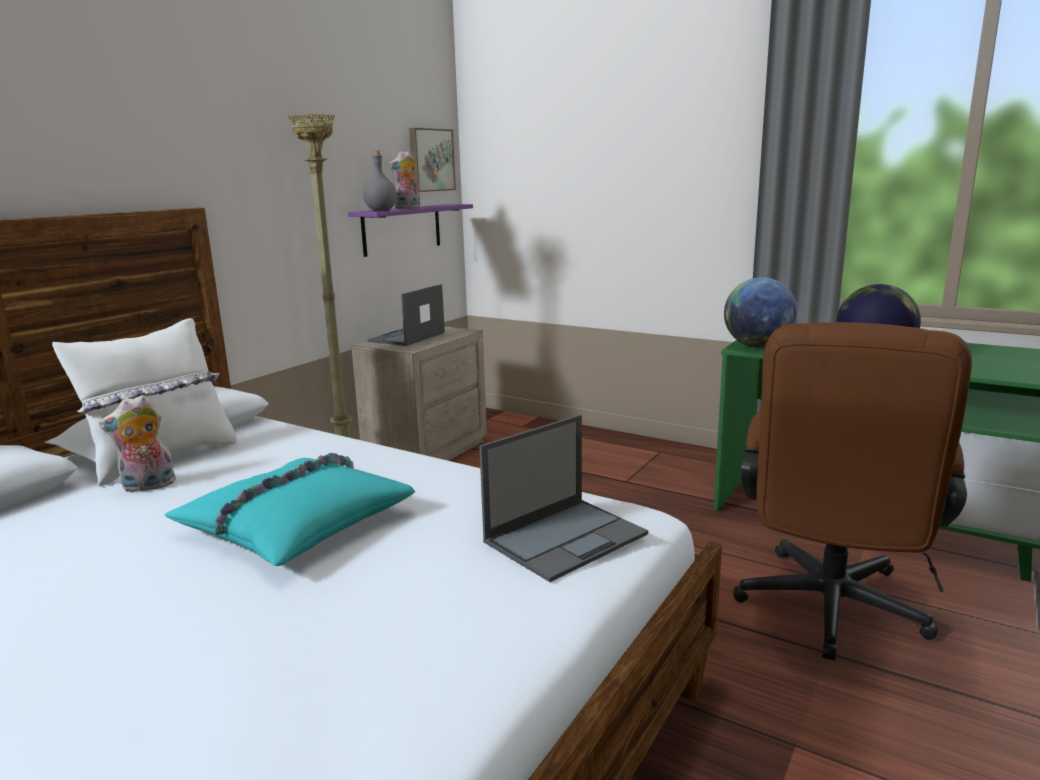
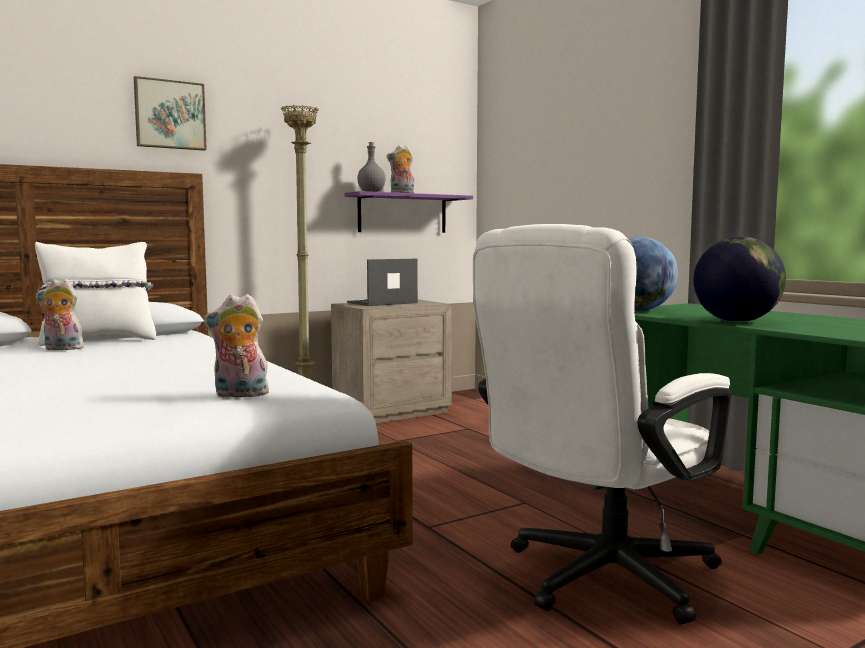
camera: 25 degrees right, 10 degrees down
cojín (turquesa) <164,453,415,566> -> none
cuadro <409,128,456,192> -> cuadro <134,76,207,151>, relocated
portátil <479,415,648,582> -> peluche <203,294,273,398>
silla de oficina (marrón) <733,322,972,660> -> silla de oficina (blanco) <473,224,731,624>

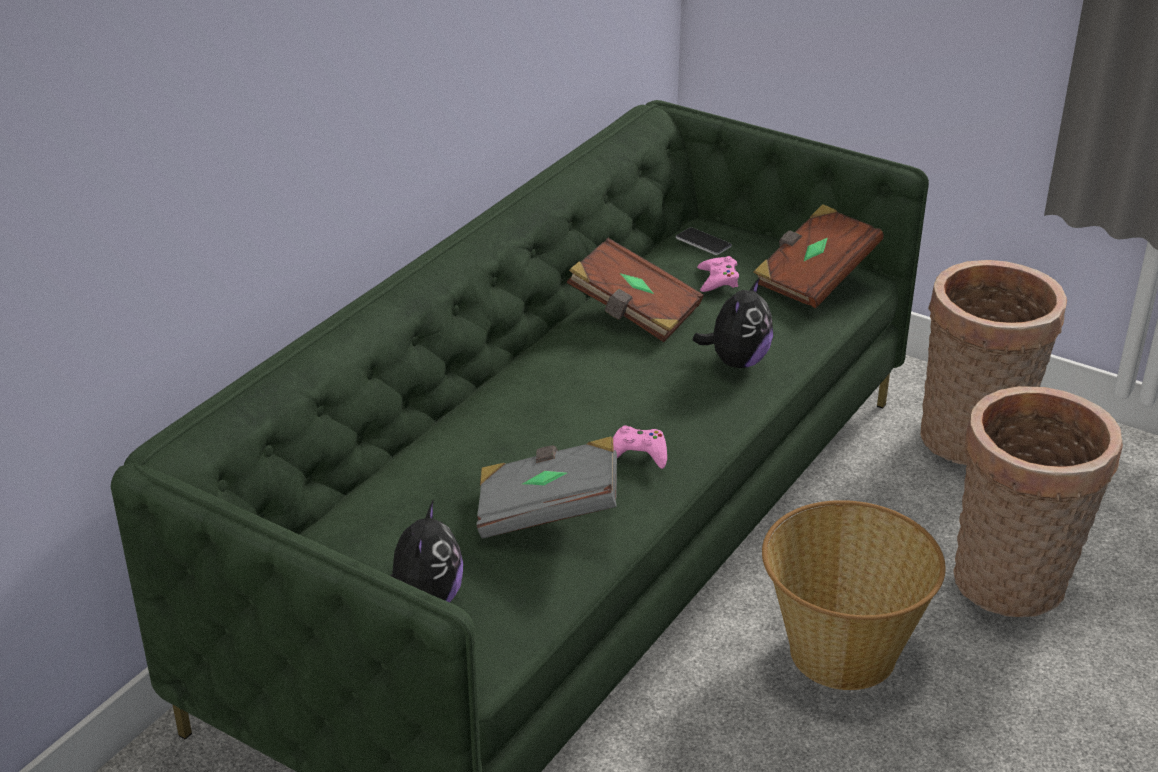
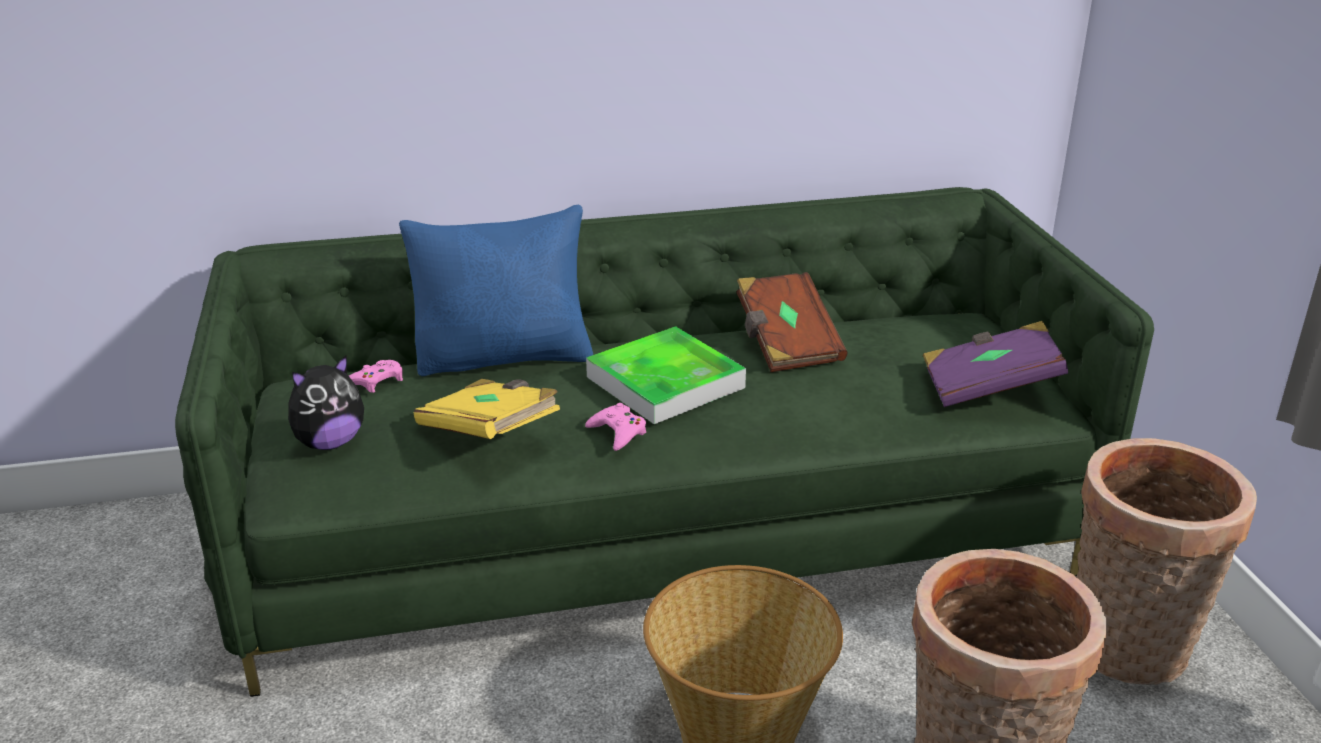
camera: 45 degrees right, 5 degrees down
móvil <676,228,732,255> -> none
peluche <692,277,773,368> -> none
none -> cojín (azul) <399,204,593,376>
none -> bandeja <586,326,746,424>
mando de consola (rosa) <697,256,739,292> -> mando de consola (rosa) <349,360,403,393>, relocated
libro (gris) <477,436,617,539> -> libro (amarillo) <414,379,560,439>
libro (marrón) <753,204,884,308> -> libro (morado) <923,321,1068,407>

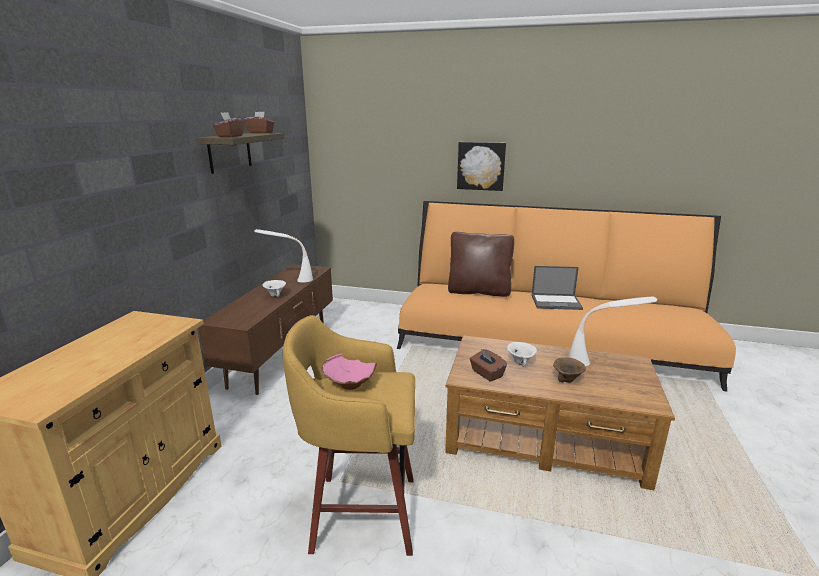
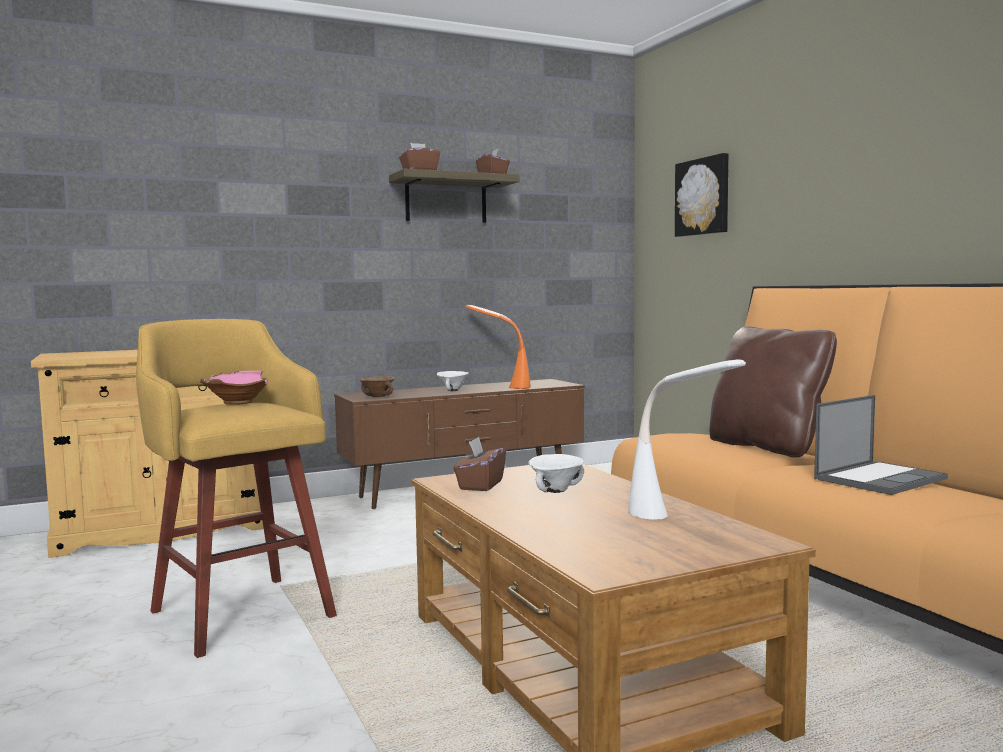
camera: 50 degrees right, 15 degrees down
cuadro <457,142,506,191> -> cuadro <675,153,729,237>, relocated
cuenco (marrón) <553,357,586,383> -> cuenco (marrón) <360,376,395,397>, relocated
lámpara de mesa (blanco) <254,229,313,282> -> lámpara de mesa (naranja) <465,305,531,389>
portátil <532,266,583,310> -> portátil <814,395,948,495>, 90 degrees counterclockwise

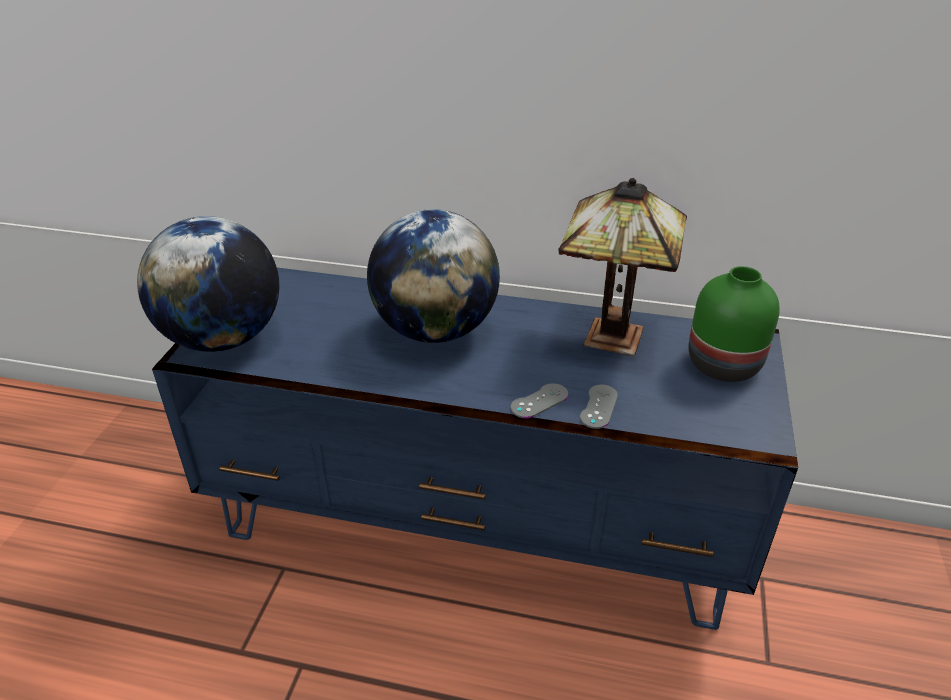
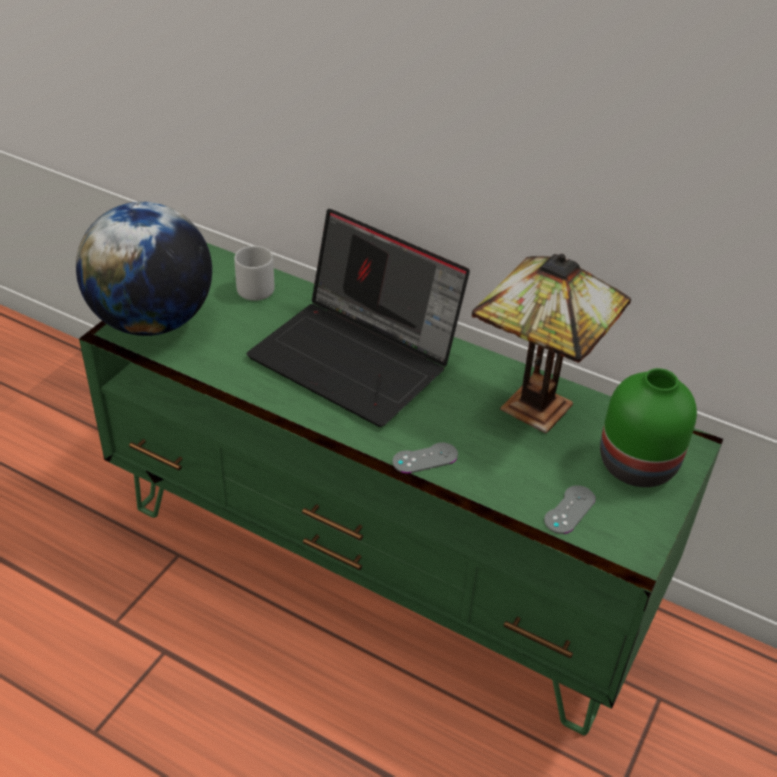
camera: 15 degrees right, 5 degrees up
none -> taza grande (gris) <234,246,274,301>
mando de consola (gris) <580,385,618,429> -> mando de consola (gris) <544,485,595,534>, relocated
globo terráqueo <367,209,500,343> -> portátil <247,209,470,427>
mueble de televisión (azul) <152,268,798,630> -> mueble de televisión (verde) <79,243,723,736>

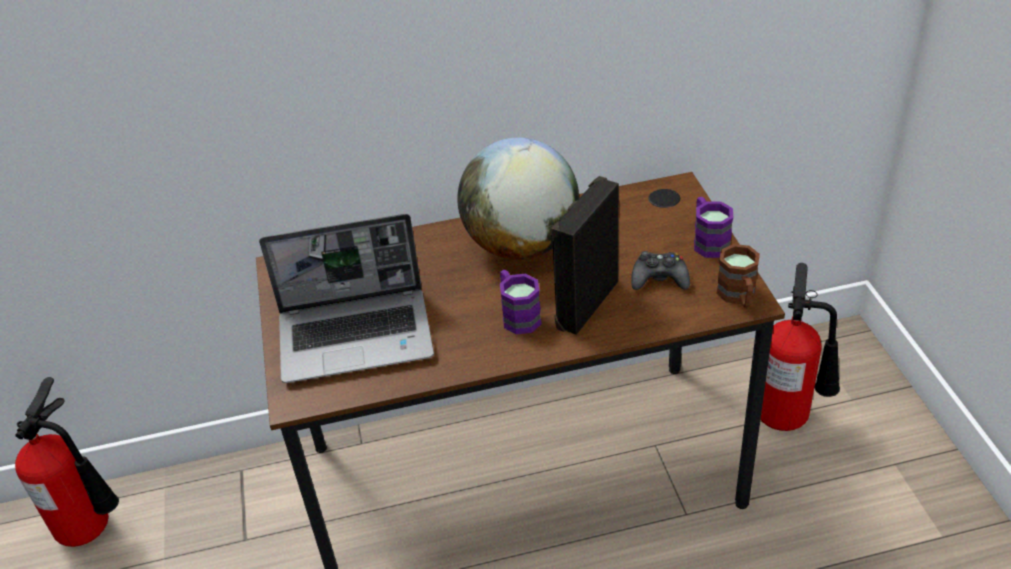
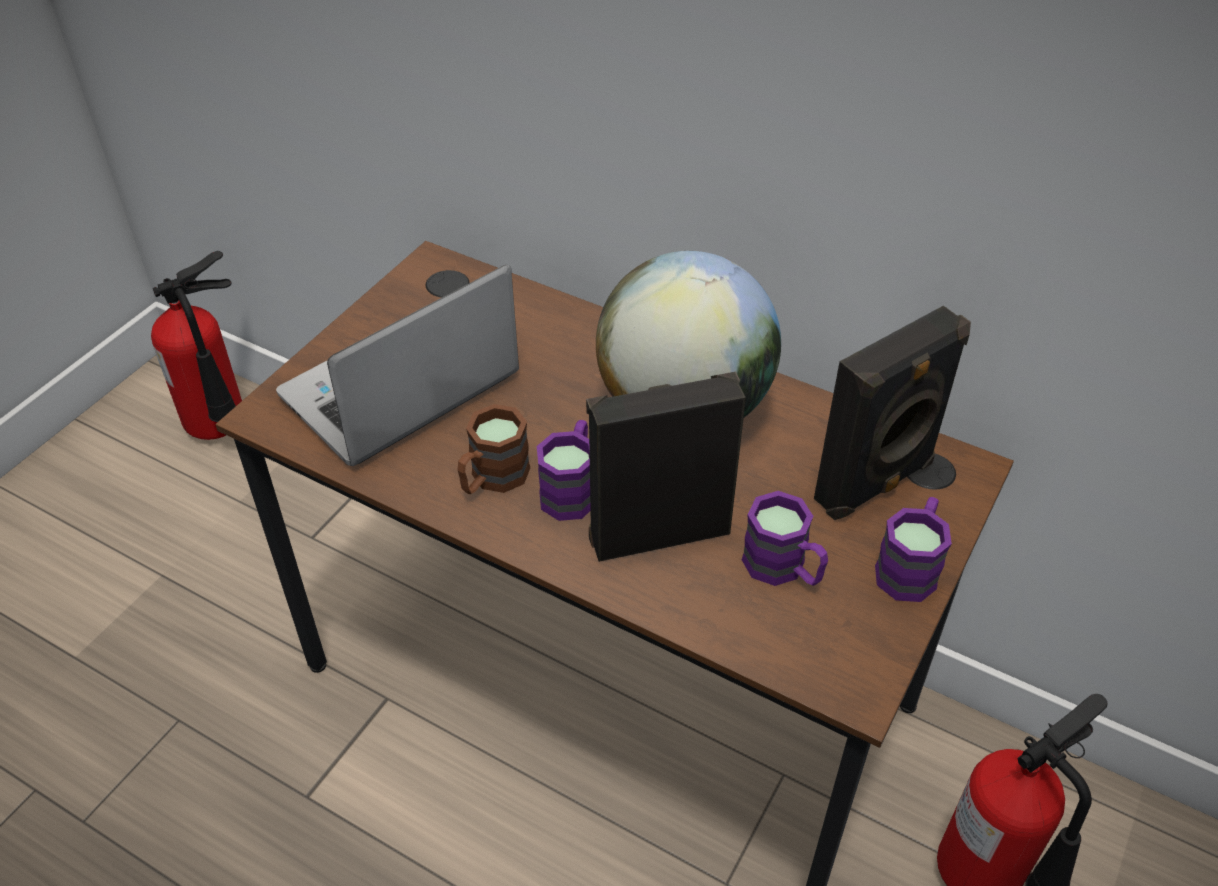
camera: 40 degrees right, 5 degrees up
none -> altavoz (negro) <814,306,971,520>
taza grande (marrón) <716,244,760,308> -> taza grande (marrón) <458,404,530,494>, relocated
mando de consola (negro) <631,251,690,290> -> taza grande (morado) <742,491,828,586>
portátil <259,214,434,383> -> portátil <276,265,519,466>, 105 degrees clockwise

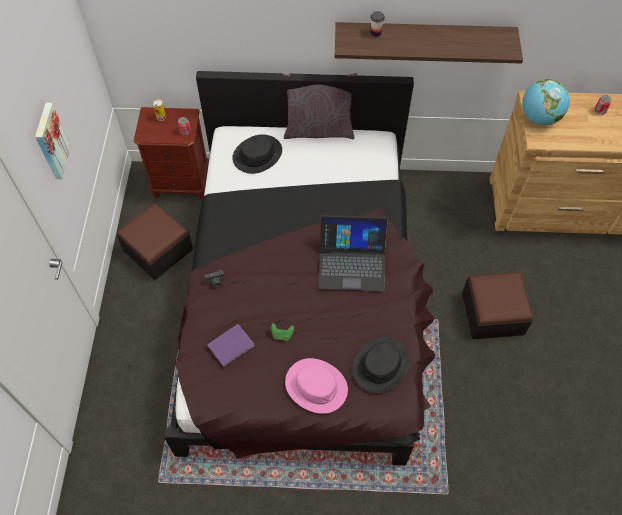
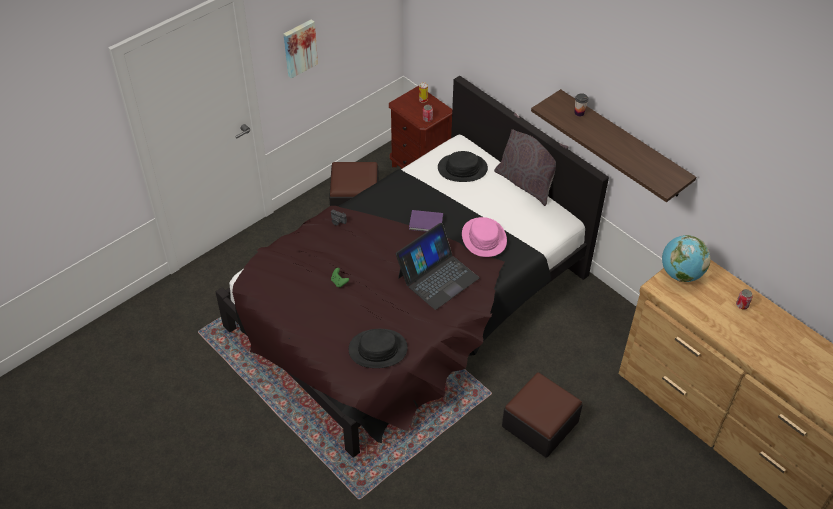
camera: 45 degrees right, 10 degrees down
libro (morado) <207,324,255,367> -> libro (morado) <409,210,443,232>, relocated
sombrero (rosa) <285,358,348,414> -> sombrero (rosa) <462,217,507,257>, relocated
portátil <318,215,388,291> -> portátil <396,223,479,310>, 90 degrees counterclockwise

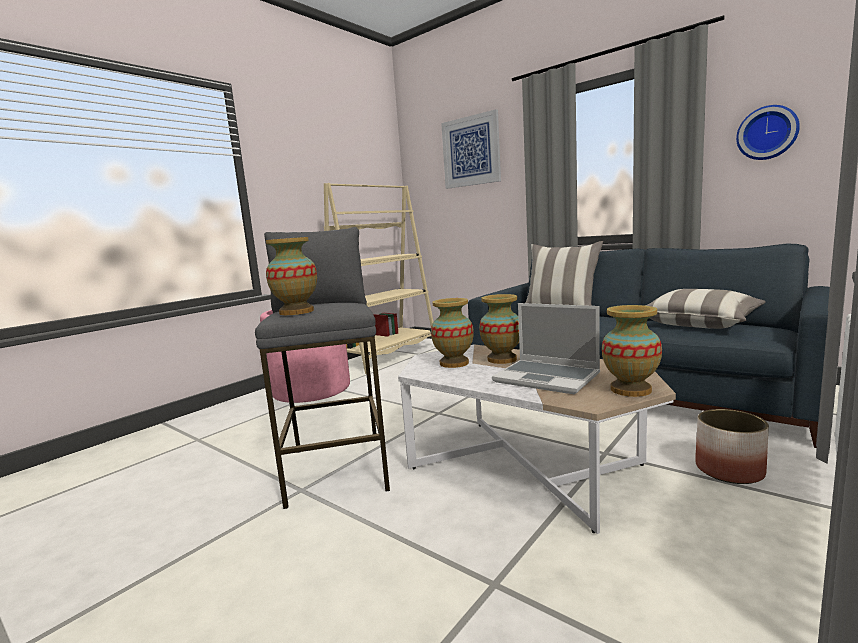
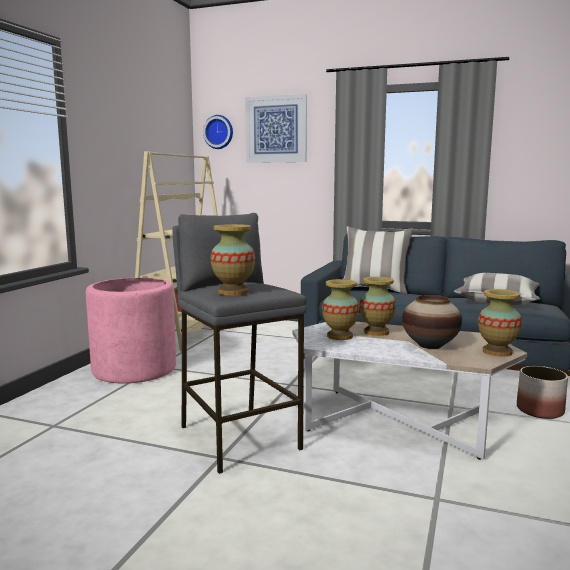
camera: 20 degrees left, 0 degrees up
reloj de pared <736,105,800,160> -> reloj de pared <203,115,233,149>, relocated
portátil <492,303,600,394> -> florero <402,295,462,349>

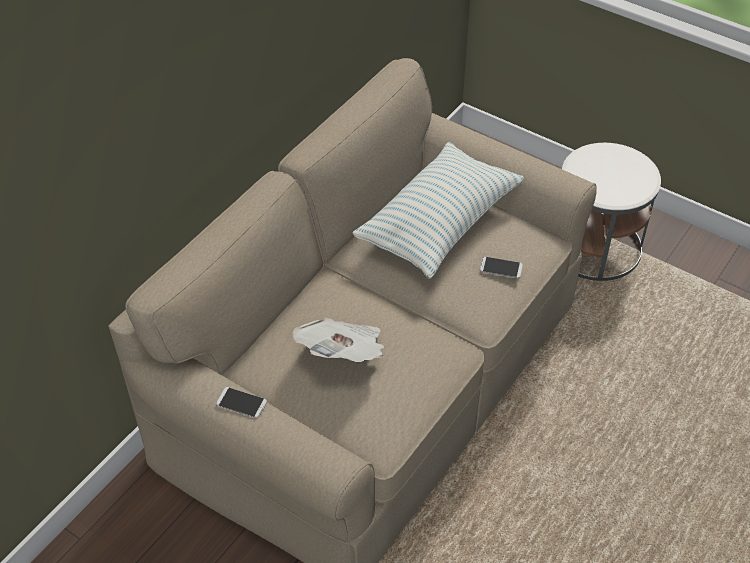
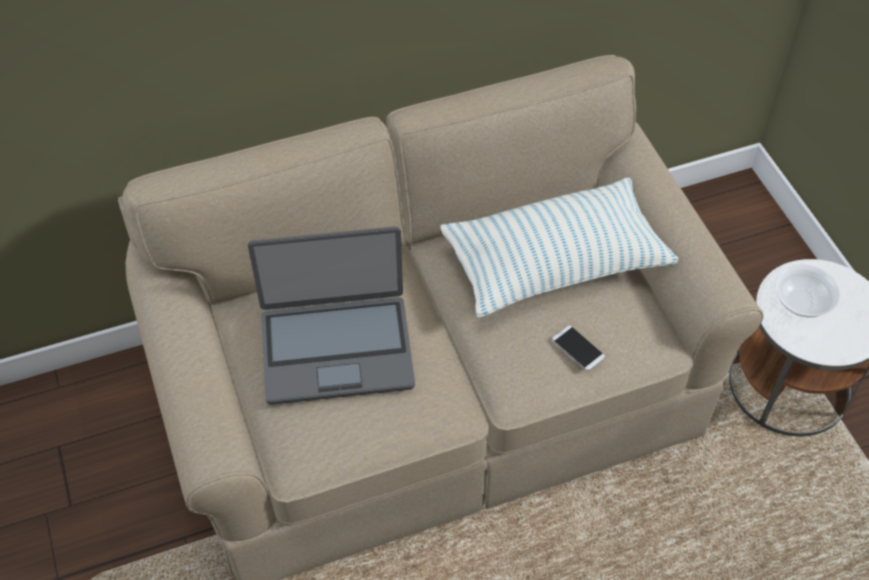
camera: 35 degrees right, 5 degrees up
móvil <216,387,267,418> -> none
none -> cuenco <775,265,840,318>
periódico <293,318,384,362> -> portátil <248,227,415,405>

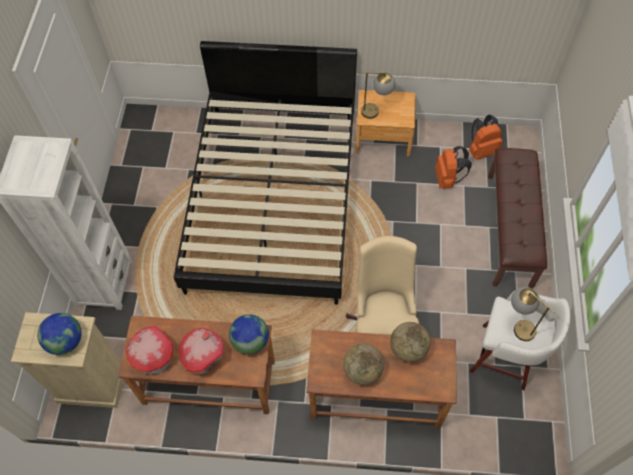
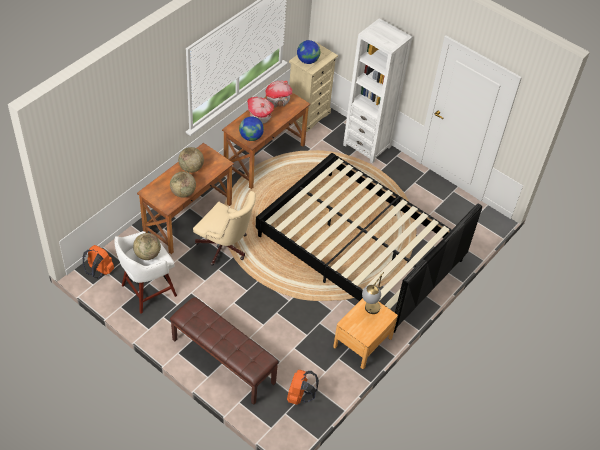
camera: 120 degrees right, 10 degrees down
mochila (naranja) <435,146,472,189> -> mochila (naranja) <83,245,114,279>, relocated
lámpara de mesa <511,287,554,341> -> globo terráqueo <133,233,161,260>

